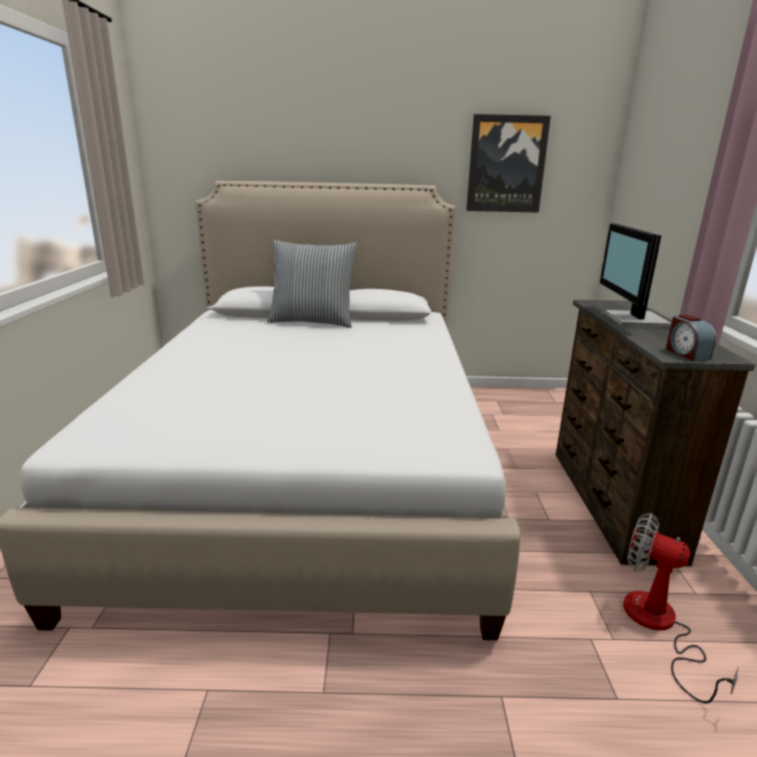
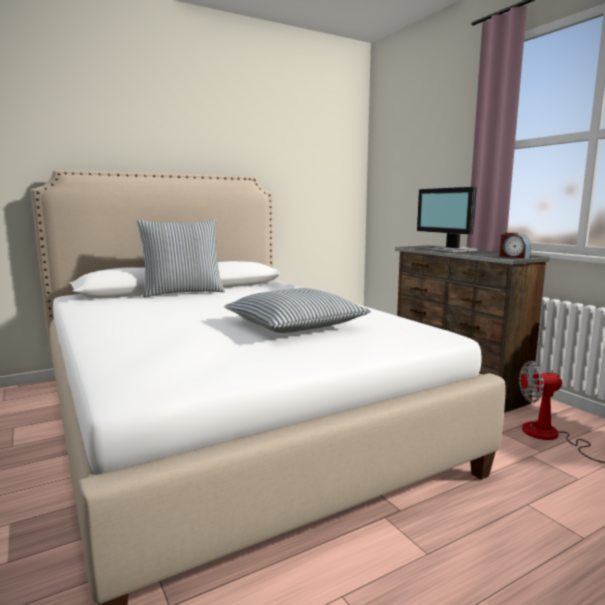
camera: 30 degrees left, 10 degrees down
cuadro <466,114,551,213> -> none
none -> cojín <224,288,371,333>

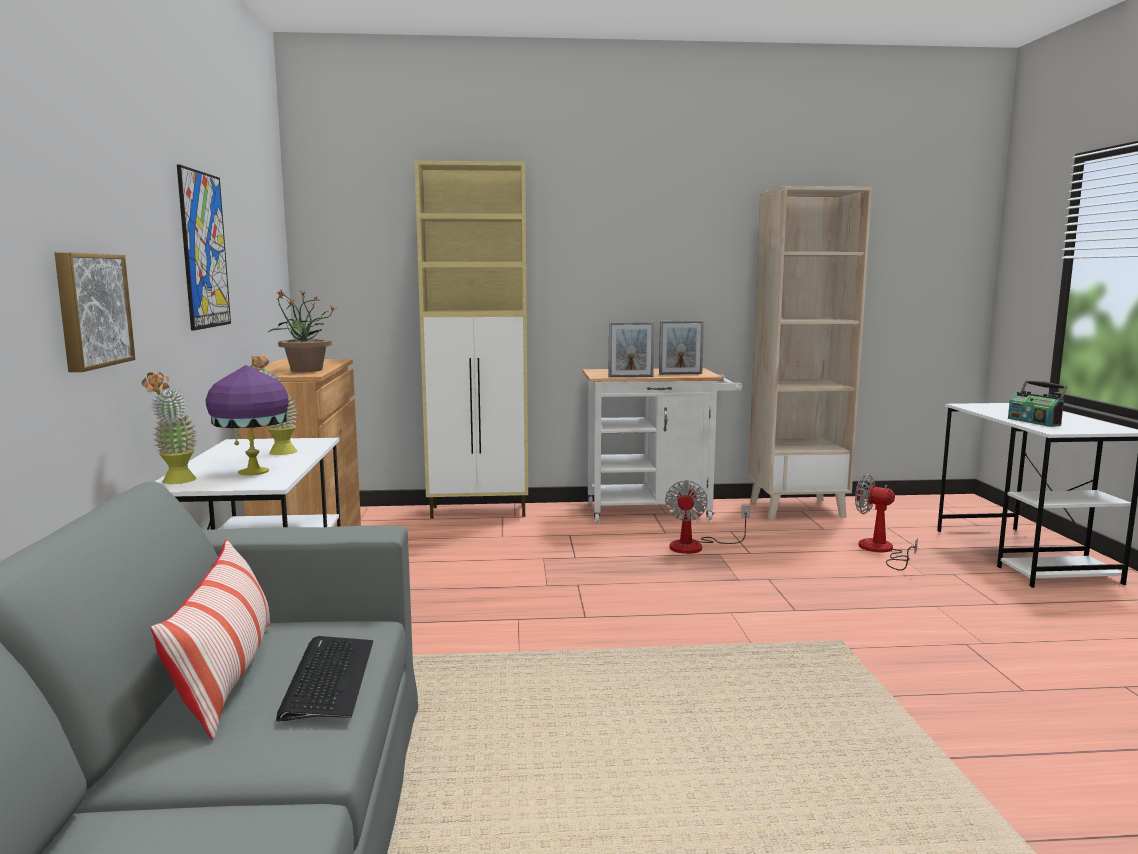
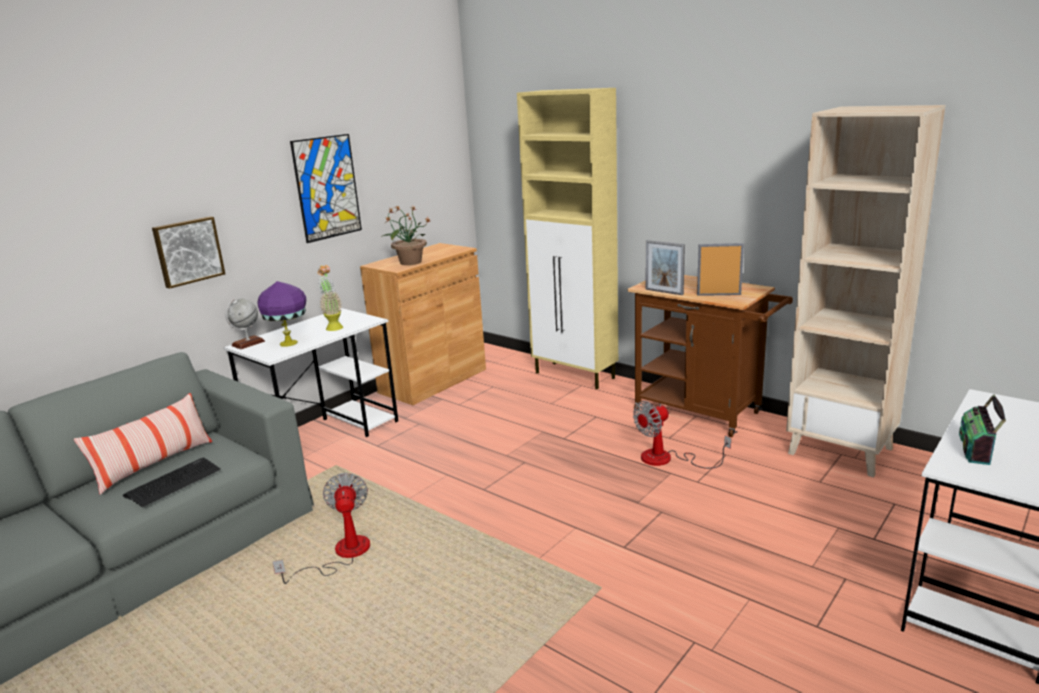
camera: 45 degrees right, 10 degrees up
ventilador <855,474,918,571> -> ventilador <273,473,370,584>, relocated
planta en maceta <142,372,197,484> -> globo terráqueo <226,299,265,349>
carrito (blanco) <582,368,742,523> -> carrito (marrón) <628,275,793,437>
portarretratos <659,321,704,375> -> portarretratos <697,243,744,296>, 150 degrees clockwise

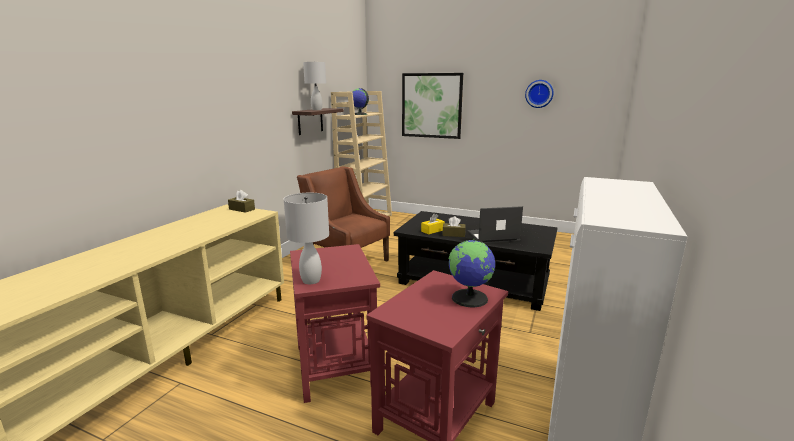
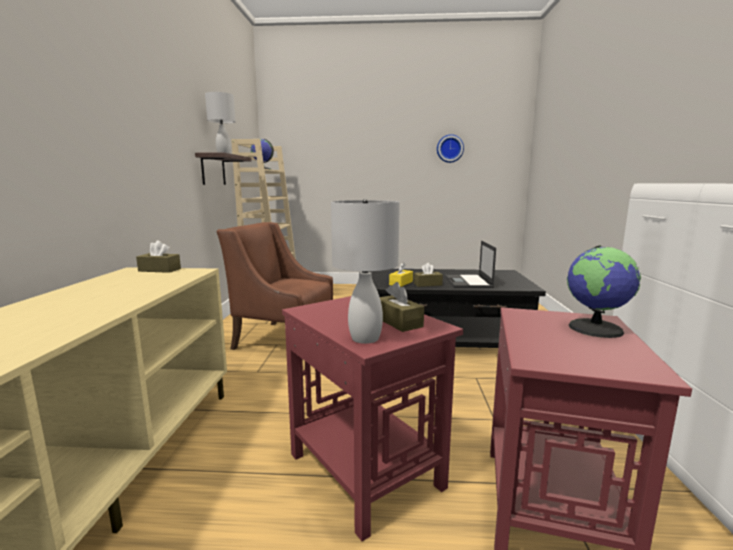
camera: 20 degrees left, 5 degrees down
cuadro <402,73,463,139> -> none
none -> caja de pañuelos (marrón) <380,282,424,332>
portátil <467,206,523,243> -> portátil <445,240,496,288>, 60 degrees counterclockwise

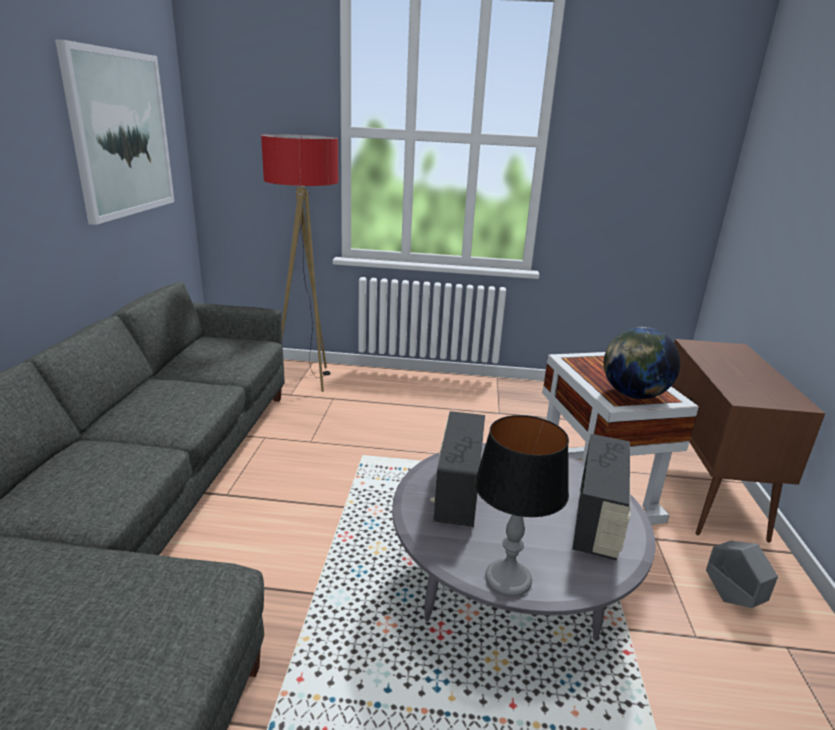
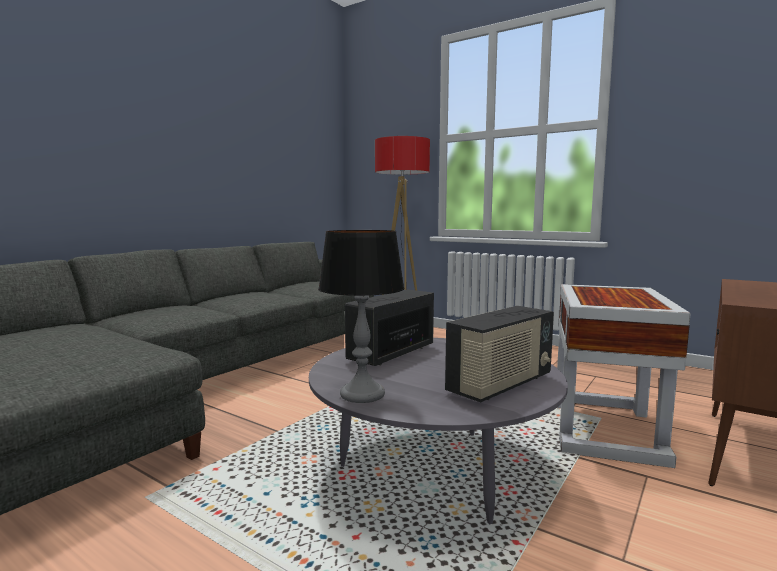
camera: 30 degrees right, 15 degrees down
cuadro <55,39,175,225> -> none
globo terráqueo <604,327,680,399> -> none
maceta (gris) <706,541,778,608> -> none

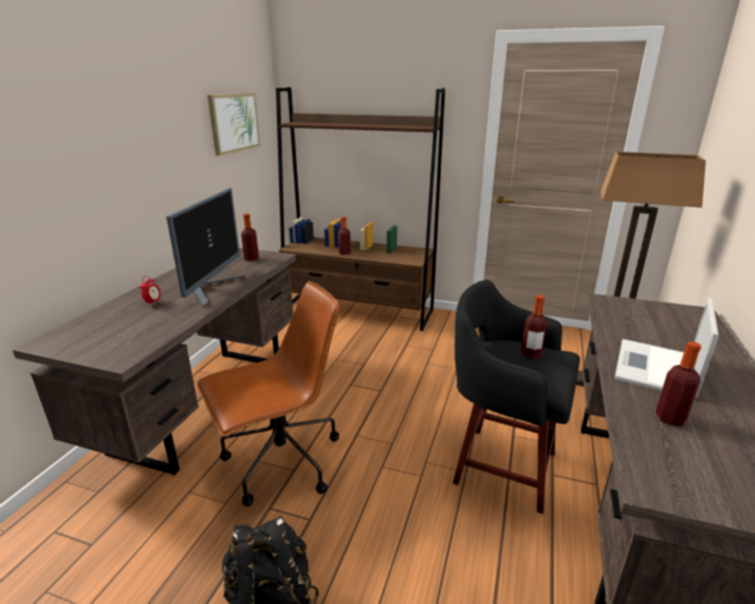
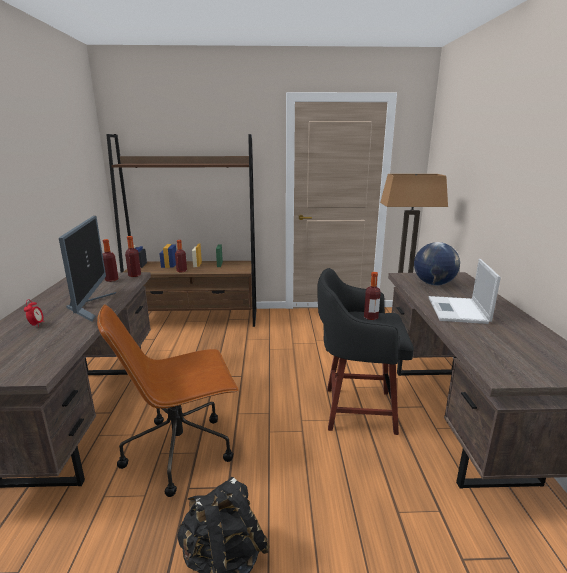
camera: 20 degrees left, 5 degrees down
cuadro <207,93,260,156> -> none
none -> globo terráqueo <414,242,460,285>
botella <655,341,701,426> -> botella <125,236,141,277>, relocated
silla de oficina (marrón) <197,282,340,507> -> silla de oficina (marrón) <97,304,239,497>, 150 degrees counterclockwise

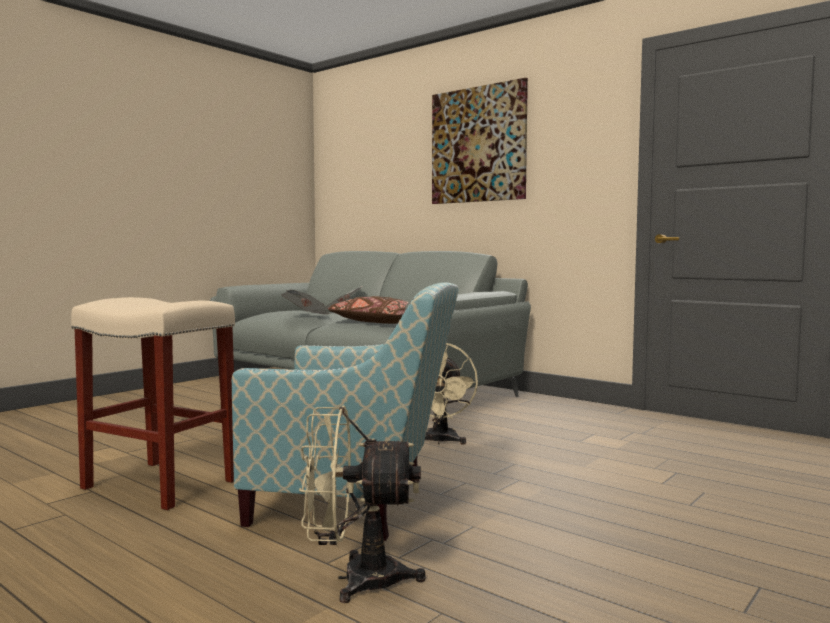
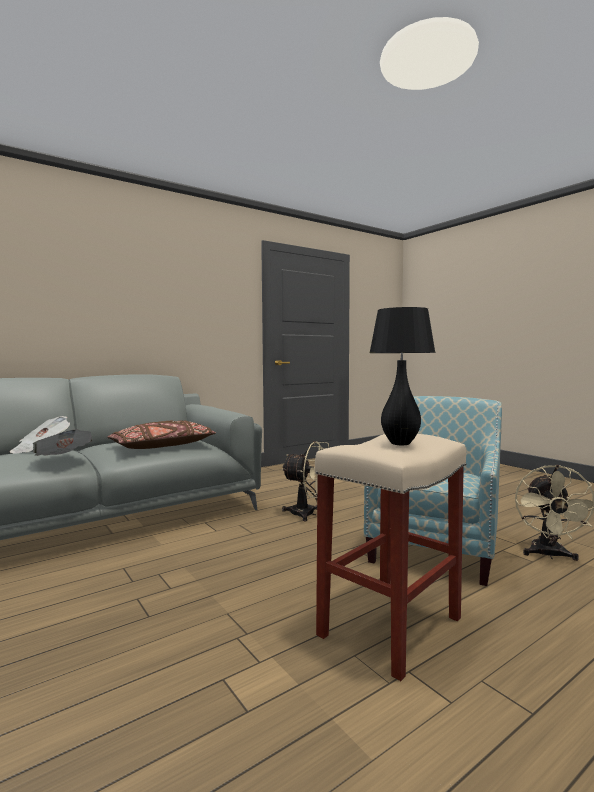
camera: 75 degrees left, 0 degrees up
cuadro <432,78,528,204> -> none
none -> lámpara de mesa (negro) <370,307,436,445>

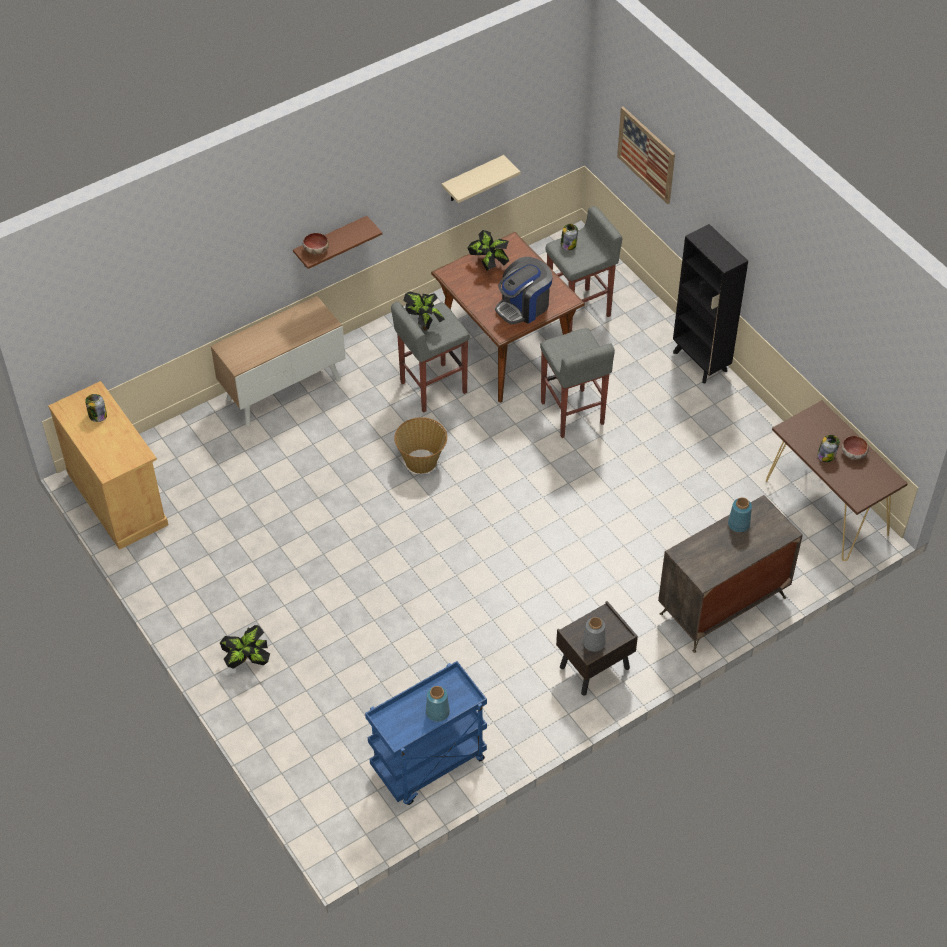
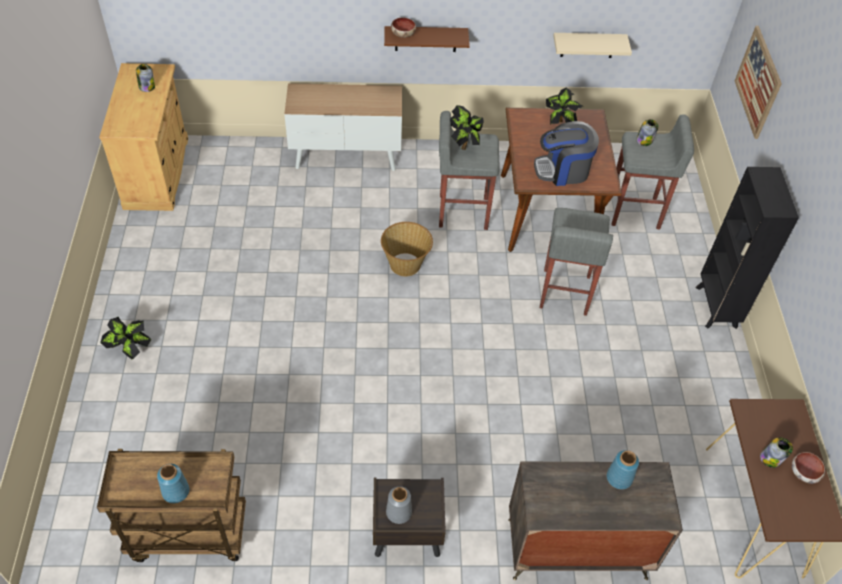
camera: 30 degrees right, 0 degrees up
carrito (azul) <365,661,487,805> -> carrito (marrón) <97,449,246,562>

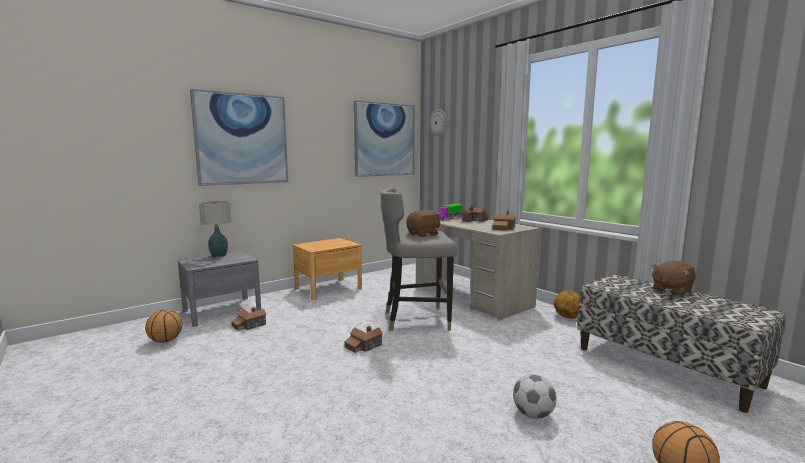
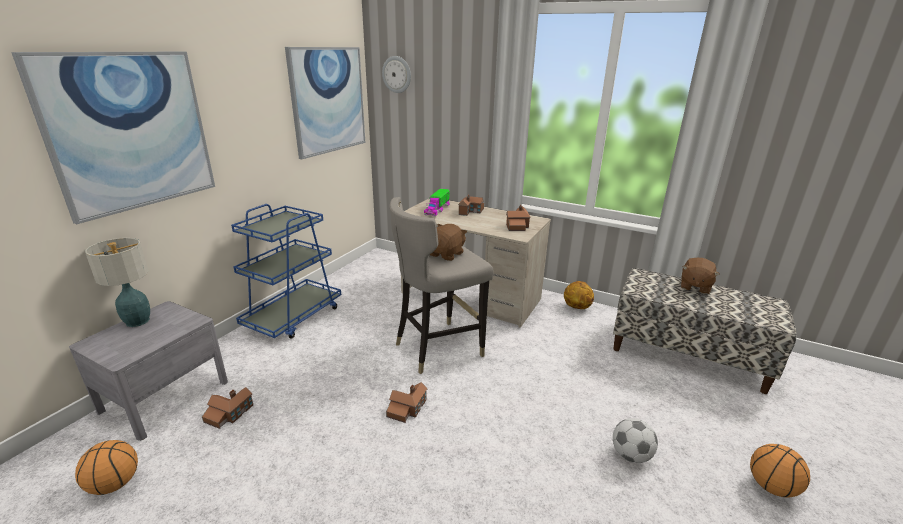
camera: 25 degrees left, 15 degrees up
mesita de noche (marrón) <293,238,362,300> -> carrito (azul) <231,204,342,339>

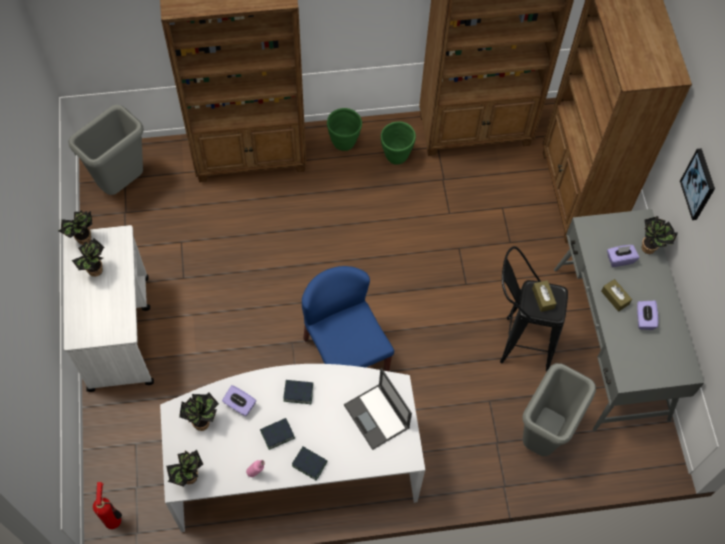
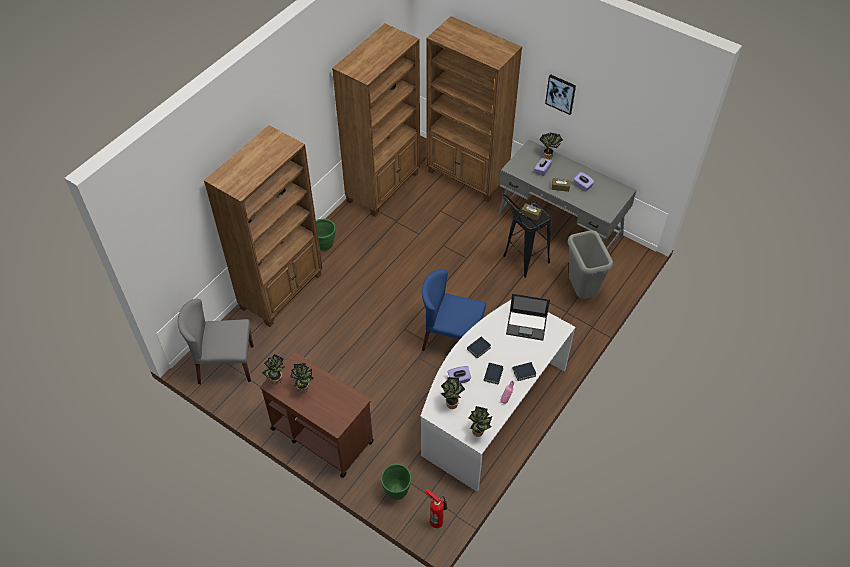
camera: 45 degrees left, 10 degrees down
maceta (verde) <381,121,416,165> -> maceta (verde) <381,464,412,500>, relocated
papelera (gris) <68,105,144,195> -> silla (gris) <178,299,254,384>
carrito (blanco) <63,225,154,392> -> carrito (marrón) <260,351,373,478>

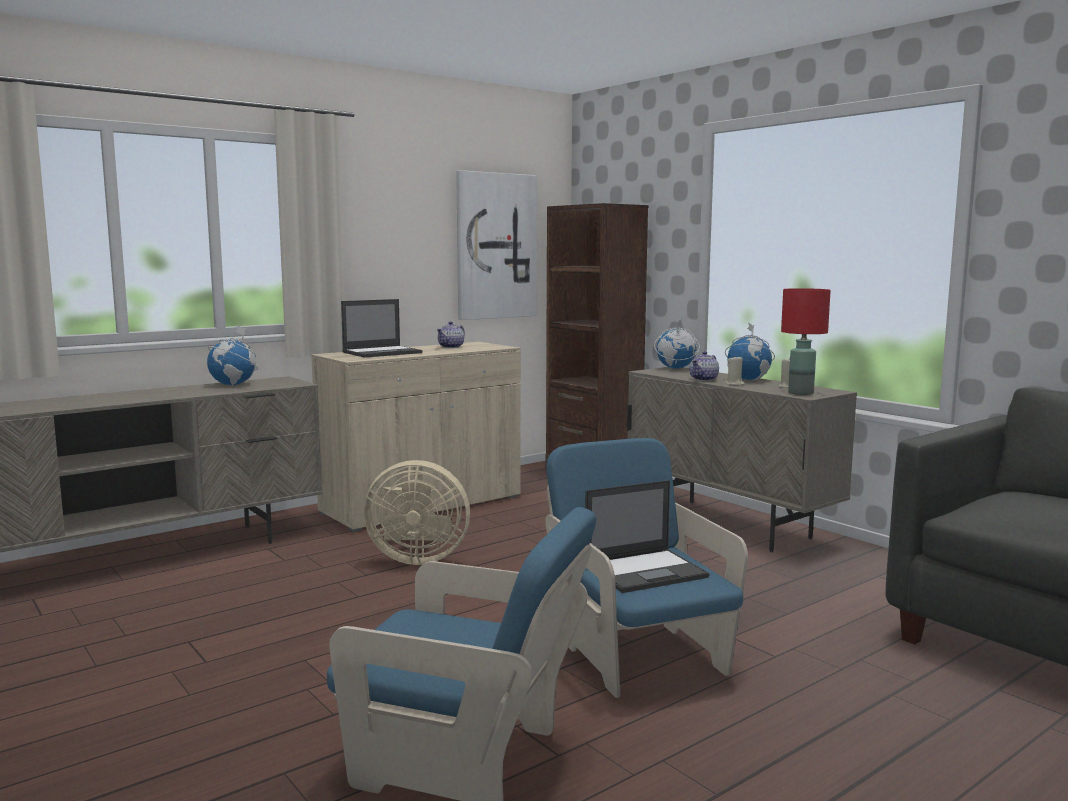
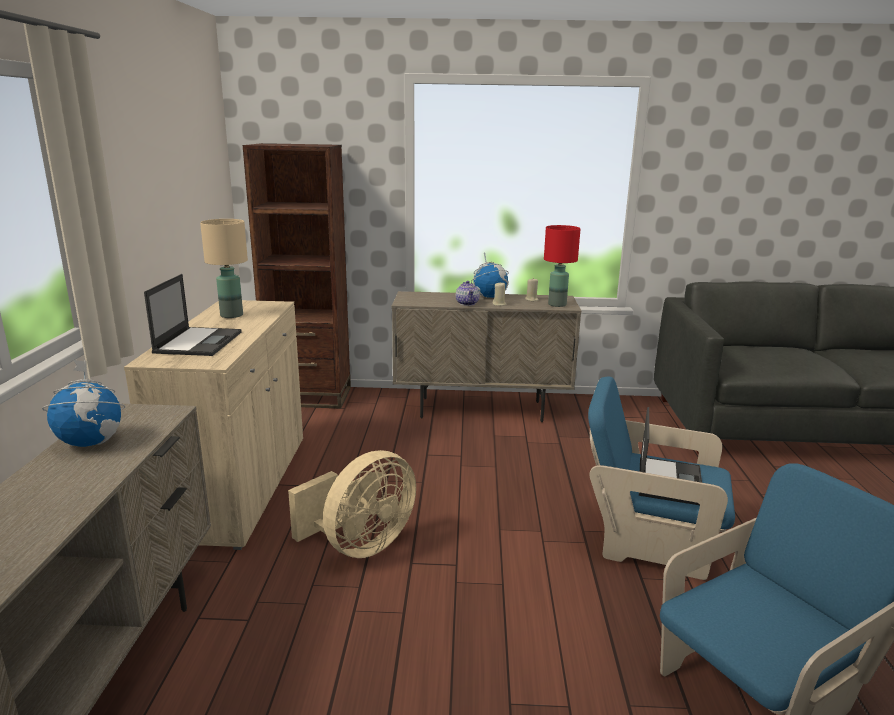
camera: 50 degrees left, 10 degrees up
cuadro <456,170,537,320> -> none
globo terráqueo <654,318,700,369> -> none
tetera <436,321,465,348> -> lámpara de mesa (beis) <200,219,248,318>

